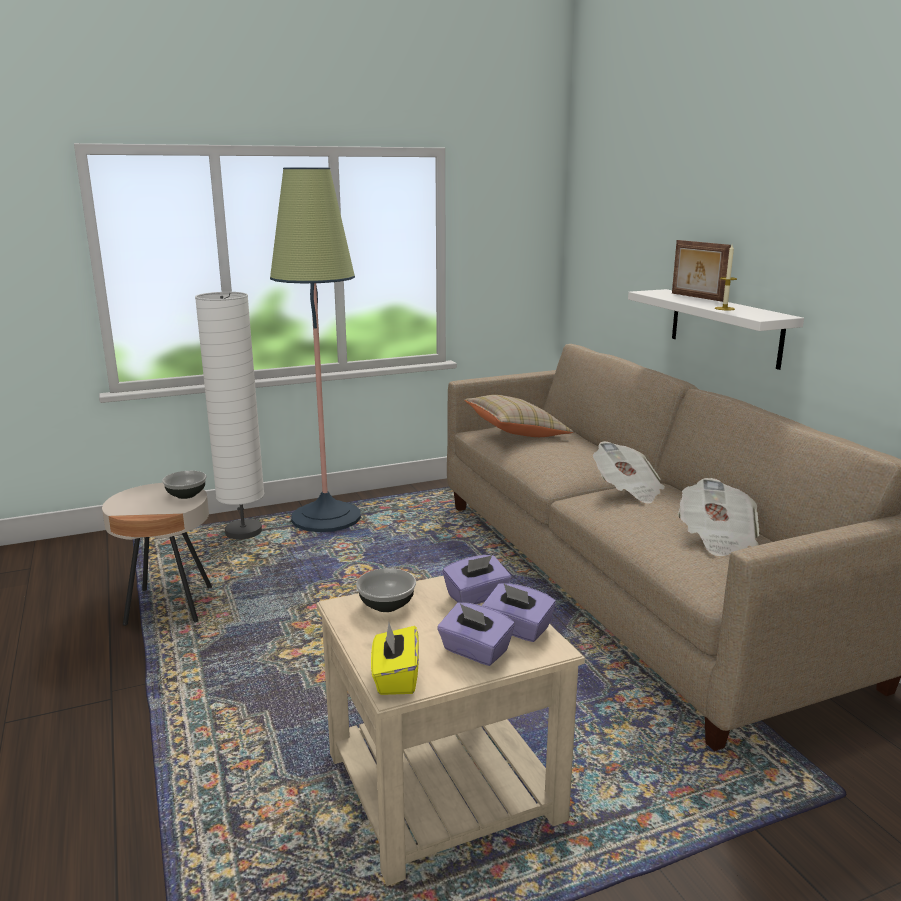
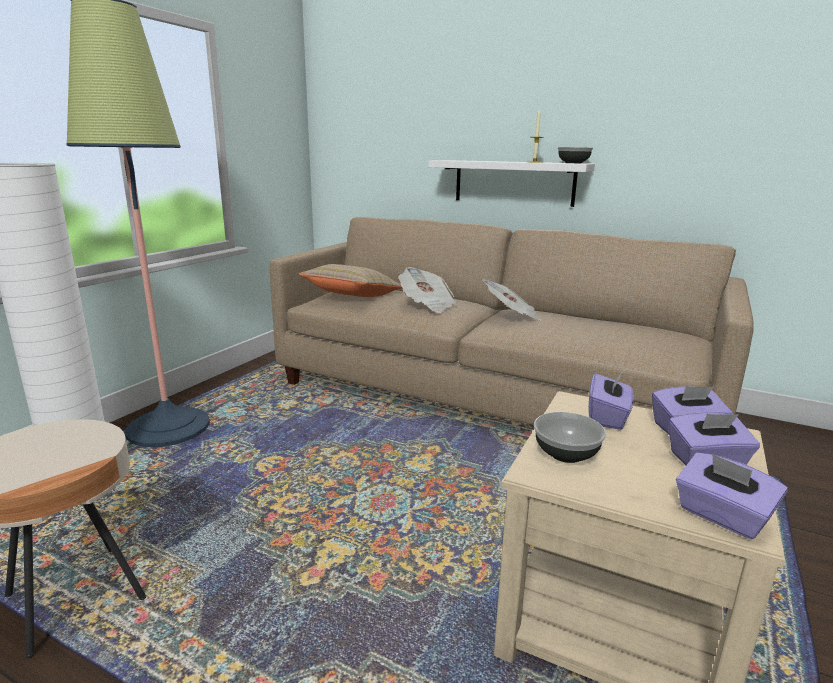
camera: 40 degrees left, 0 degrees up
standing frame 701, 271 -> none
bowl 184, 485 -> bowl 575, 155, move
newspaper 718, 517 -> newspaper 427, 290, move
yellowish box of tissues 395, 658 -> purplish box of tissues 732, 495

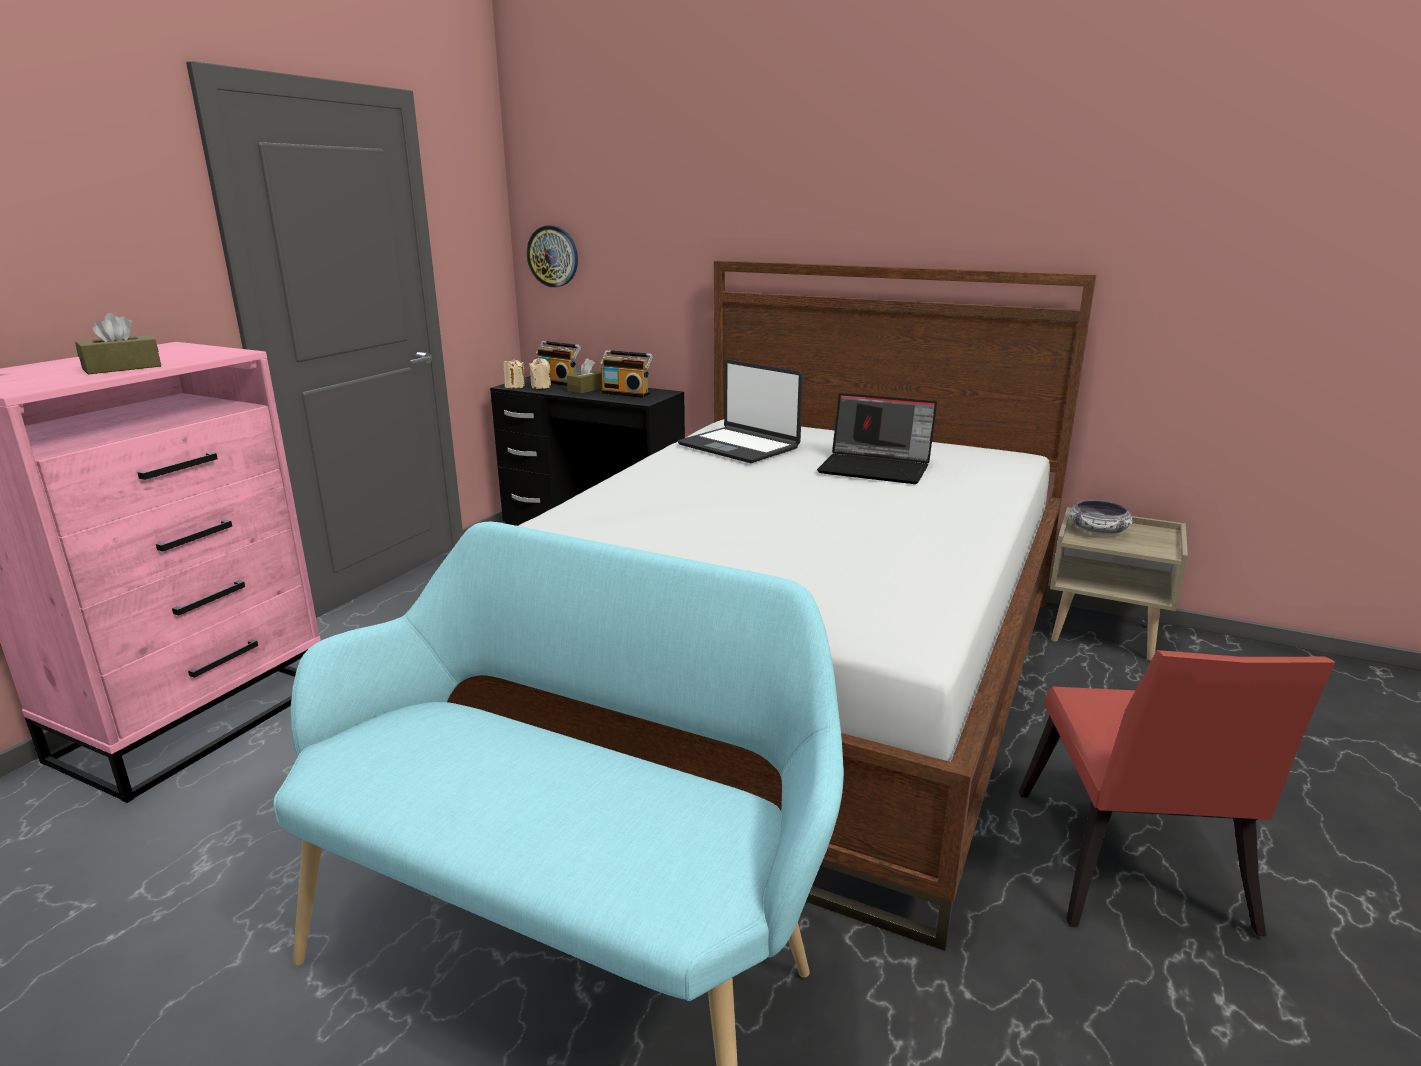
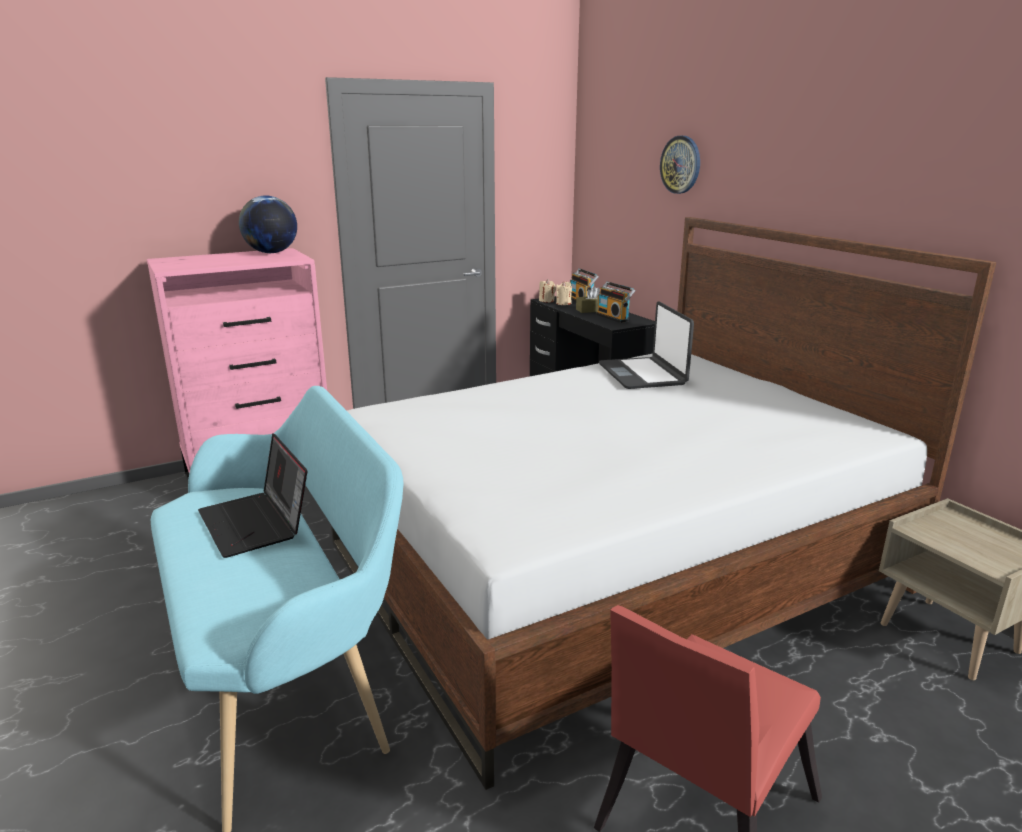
camera: 35 degrees right, 0 degrees up
wall clock 552, 256 -> wall clock 680, 165, move
brown box of tissues 118, 343 -> none
notebook computer 877, 438 -> notebook computer 252, 495, move
bowl 1100, 517 -> none
none -> globe 268, 224

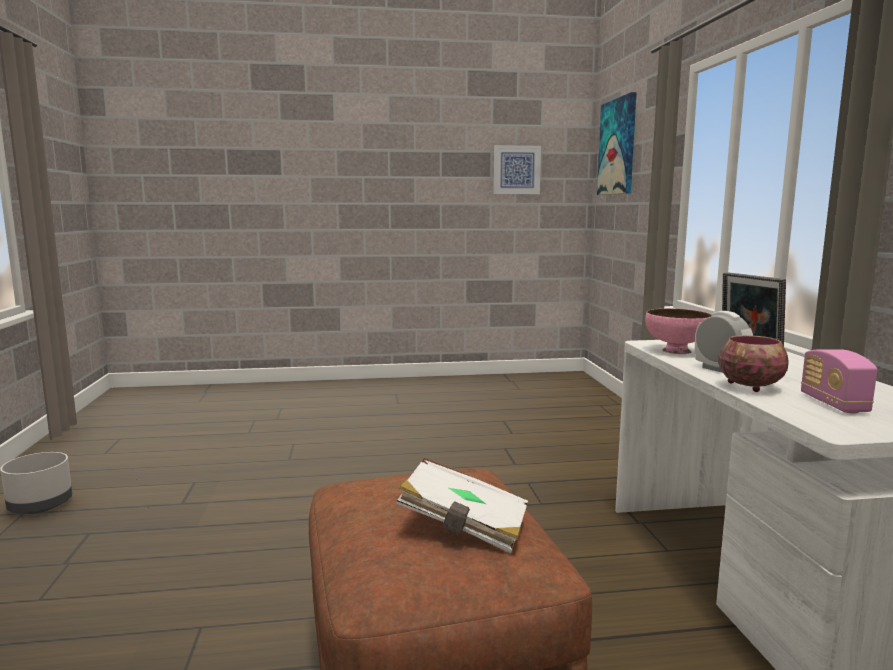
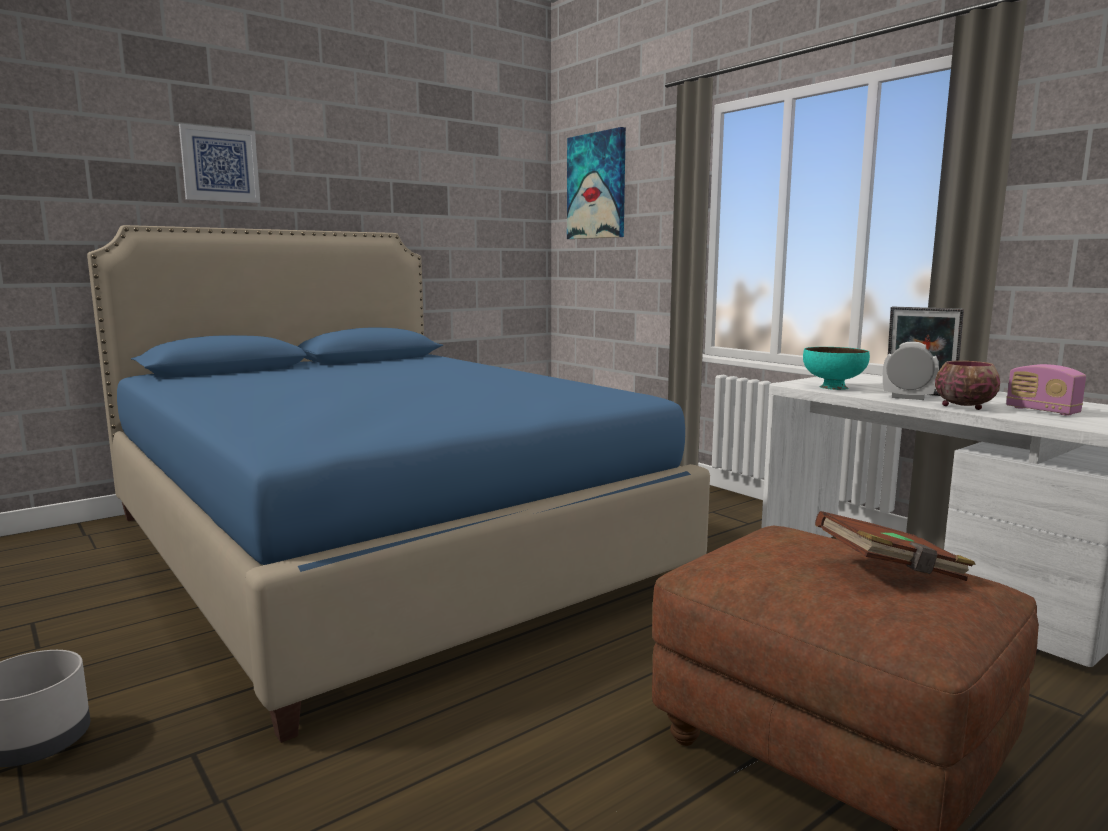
camera: 30 degrees left, 0 degrees up
picture 517, 169 -> picture 219, 163, move
pink-coloured bowl 678, 331 -> turquoise bowl 836, 368
white-coloured bound book 462, 505 -> brown bound book 895, 546
none -> blue-coloured sleeping bed 398, 484

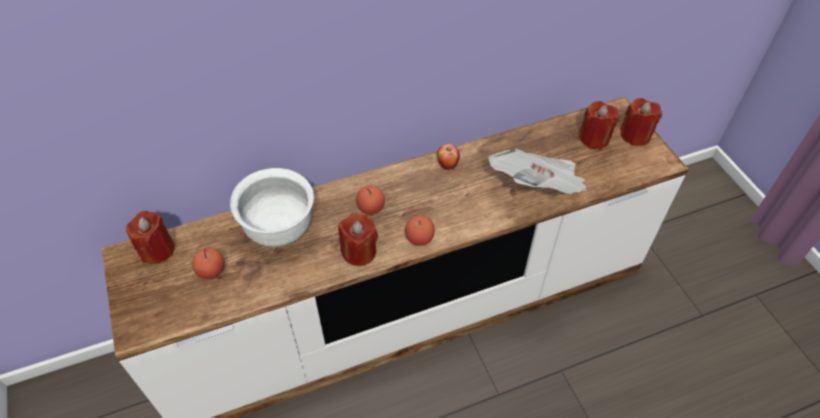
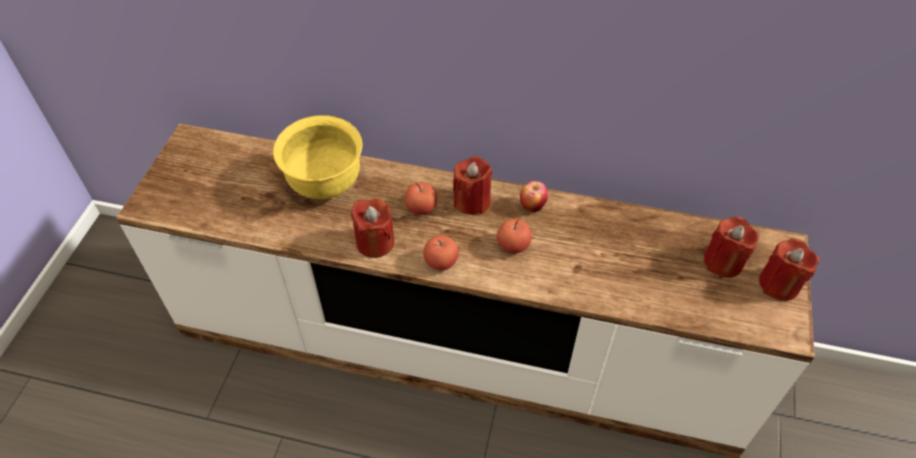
camera: 35 degrees right, 0 degrees up
newspaper 538, 171 -> none
white-coloured bowl 272, 207 -> yellowish bowl 317, 157
red candle 150, 237 -> red candle 472, 185, move
whole apple 208, 263 -> whole apple 514, 236, move

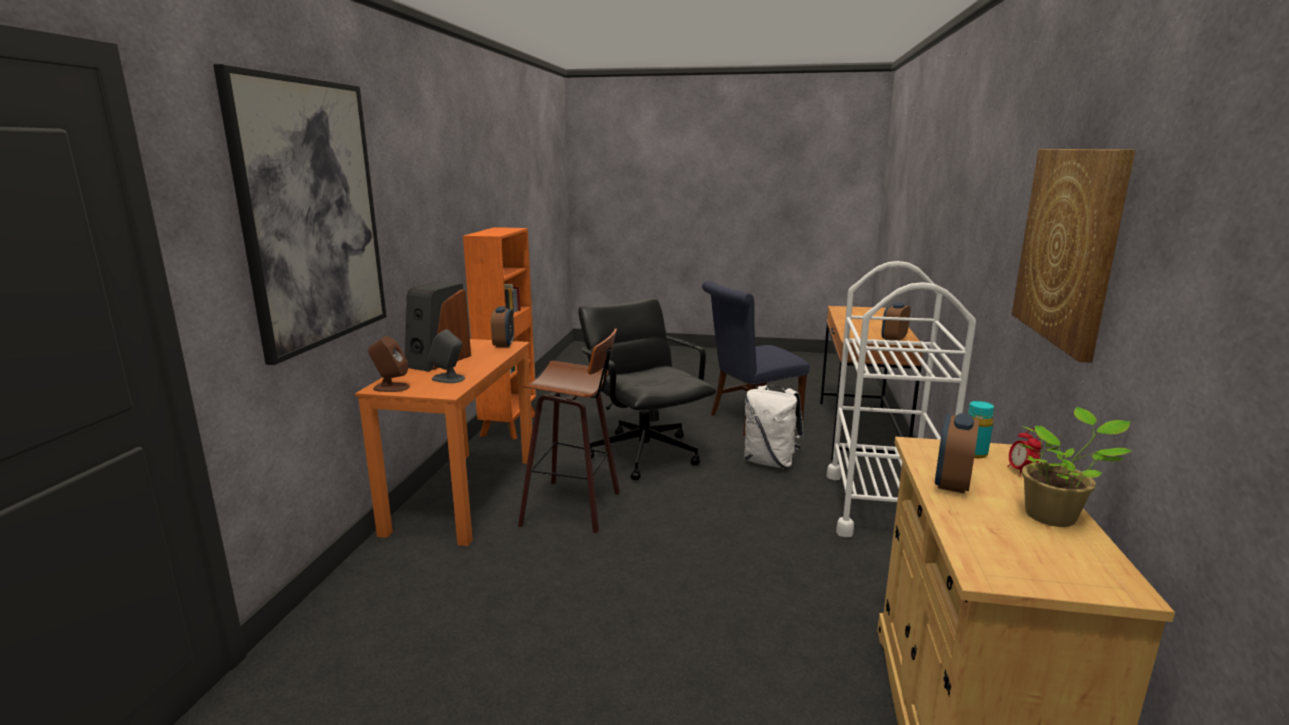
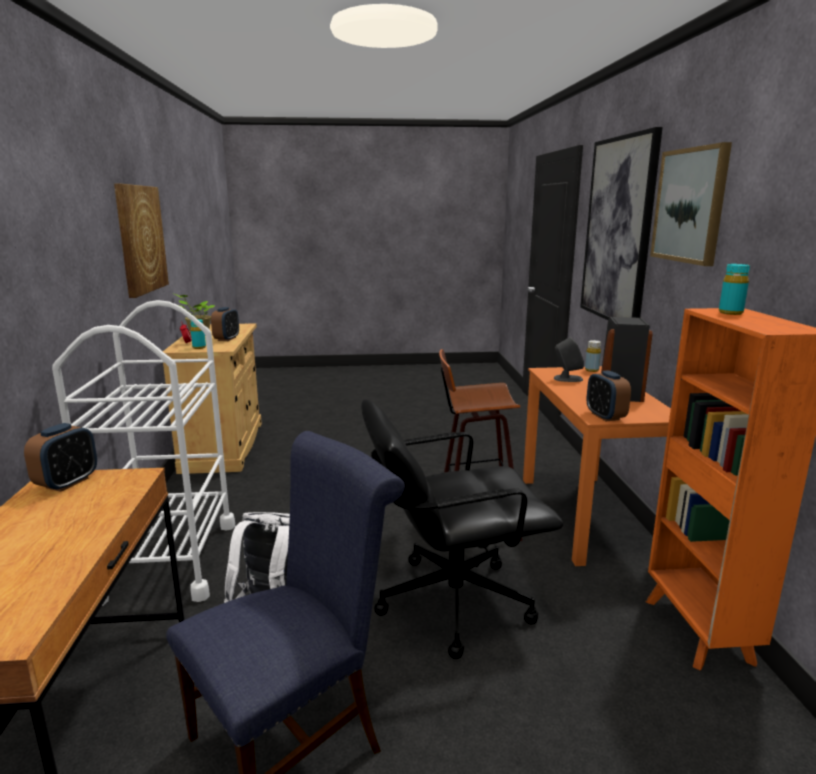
camera: 165 degrees right, 0 degrees up
black-coloured computer chair 647, 389 -> black-coloured computer chair 462, 529, 120 degrees clockwise
brown speaker 389, 364 -> yellowish beverage bottle 593, 356
none -> picture 691, 204
none -> turquoise beverage bottle 734, 289

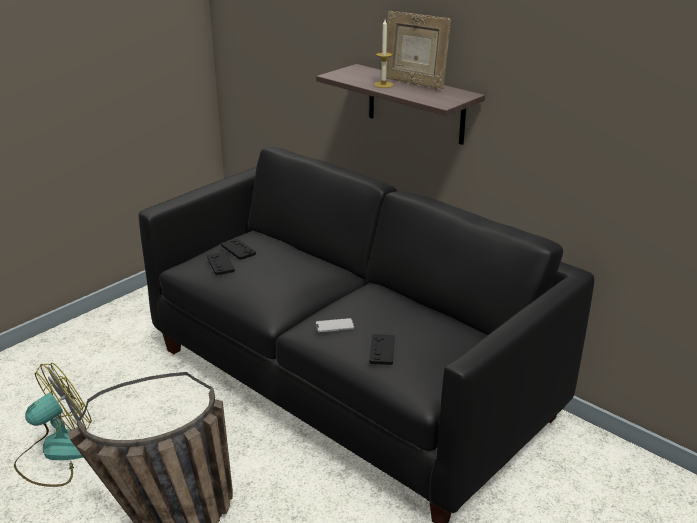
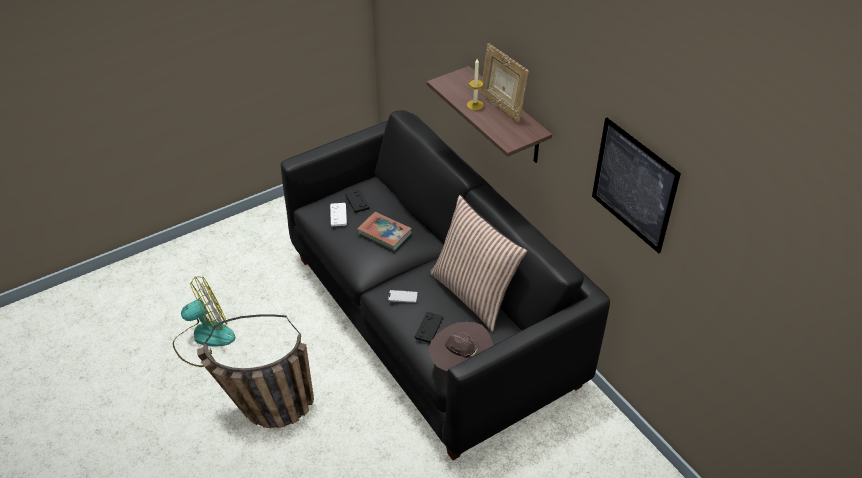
camera: 15 degrees right, 15 degrees up
black-coloured joypad 221, 263 -> white-coloured joypad 338, 214
none -> picture 636, 185
none -> cushion 479, 263
none -> bound book 384, 231
none -> brown clothing hat 460, 346

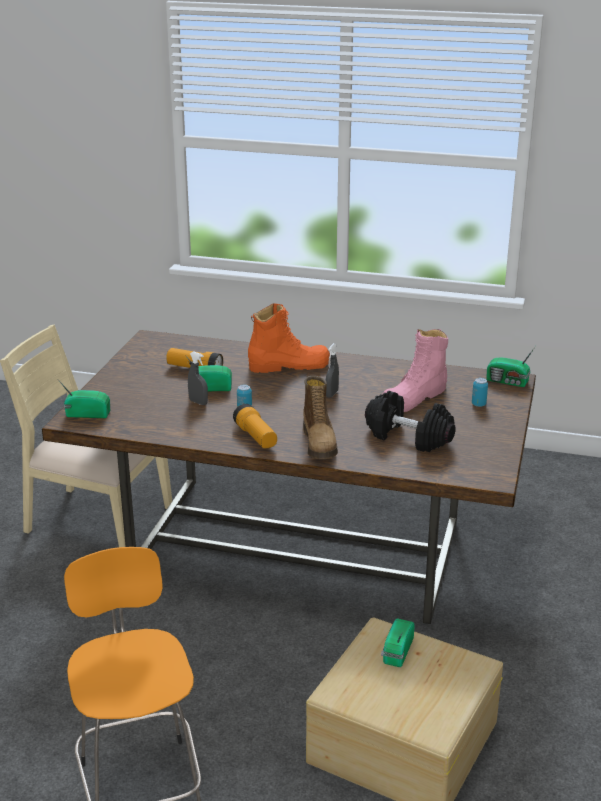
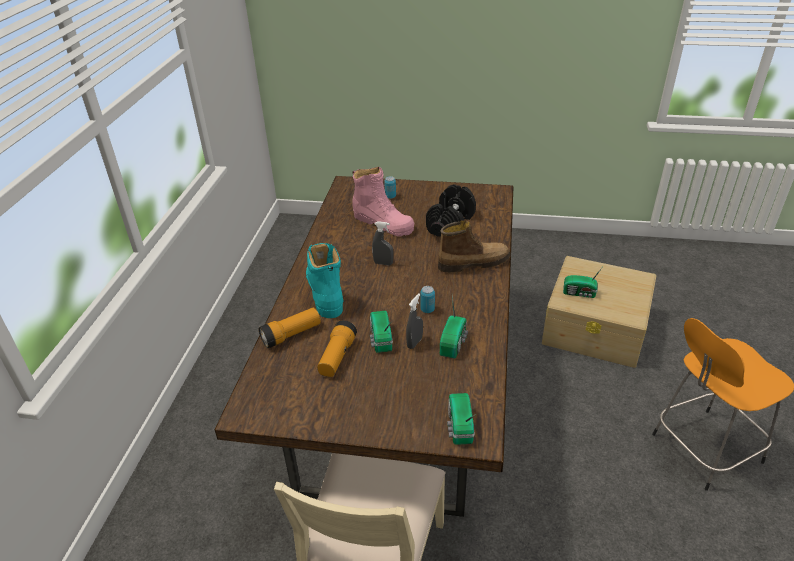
camera: 95 degrees left, 10 degrees up
orangey high-top boot 289, 338 -> turquoise high-top boot 325, 280
radio receiver 511, 366 -> radio receiver 454, 327, move
torch 255, 426 -> torch 290, 327, move

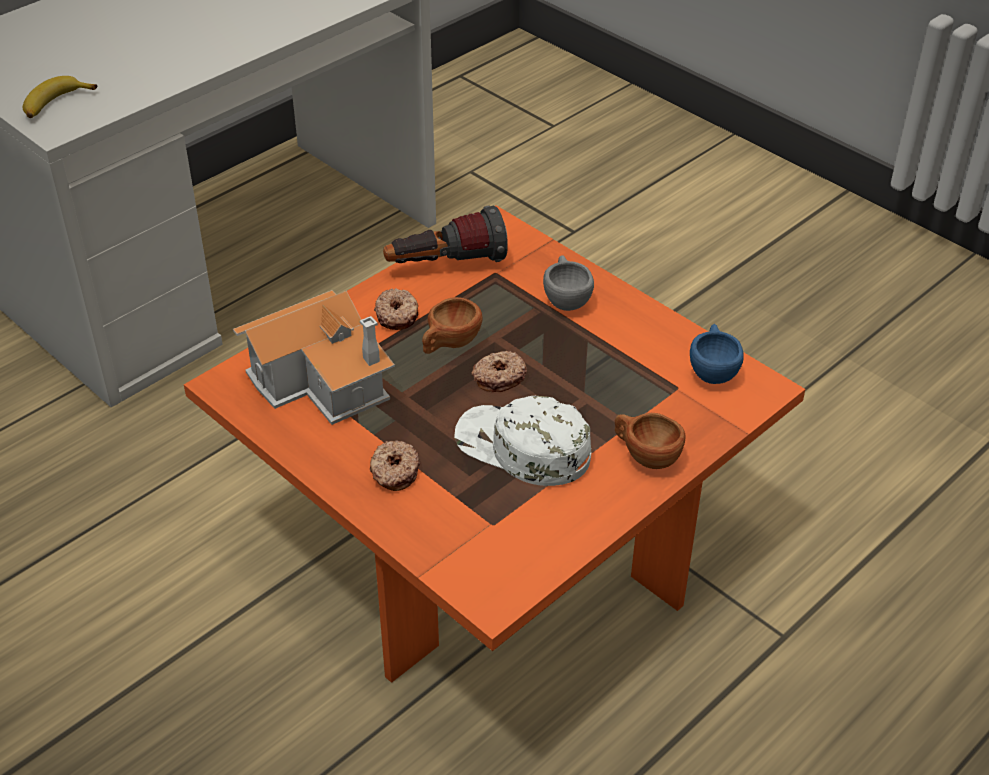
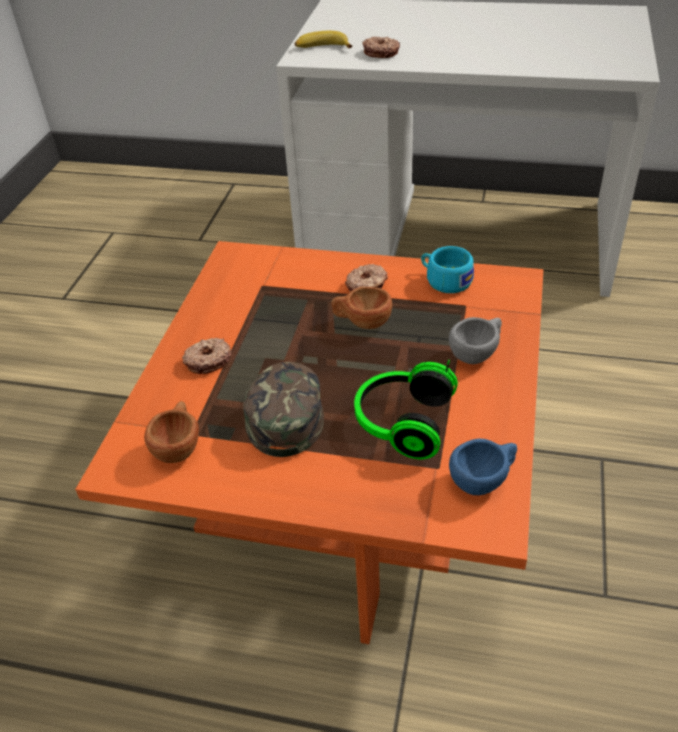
camera: 60 degrees right, 0 degrees up
torch 445, 234 -> turquoise small cup 447, 269
miniature house 314, 357 -> none
ring doughnut 499, 371 -> ring doughnut 381, 47, move
white-coloured cap 522, 441 -> green cap 283, 409
brown small cup 650, 441 -> brown small cup 171, 432, move
none -> headphones 406, 409

